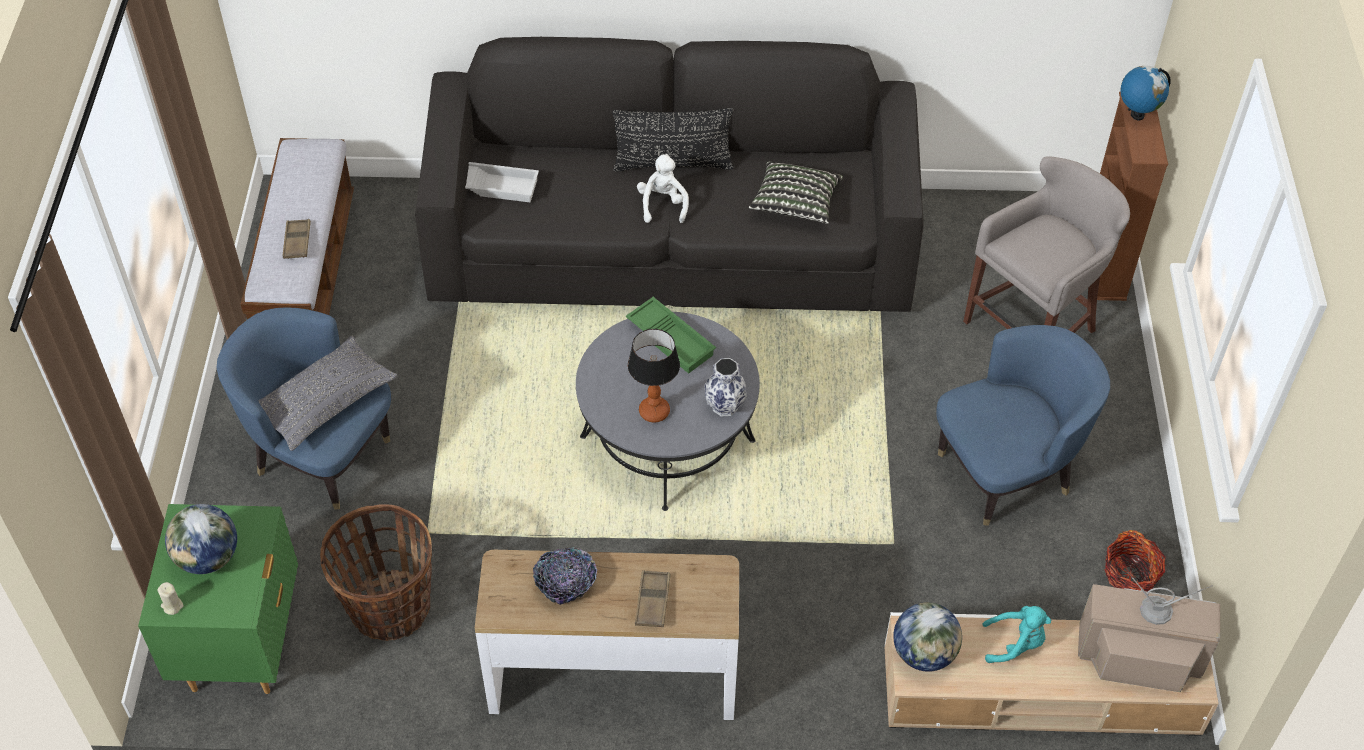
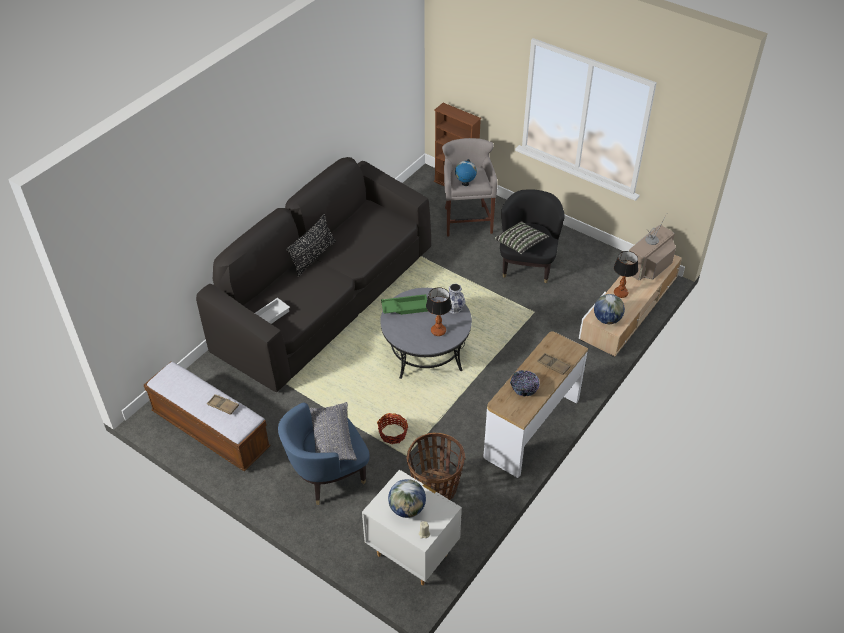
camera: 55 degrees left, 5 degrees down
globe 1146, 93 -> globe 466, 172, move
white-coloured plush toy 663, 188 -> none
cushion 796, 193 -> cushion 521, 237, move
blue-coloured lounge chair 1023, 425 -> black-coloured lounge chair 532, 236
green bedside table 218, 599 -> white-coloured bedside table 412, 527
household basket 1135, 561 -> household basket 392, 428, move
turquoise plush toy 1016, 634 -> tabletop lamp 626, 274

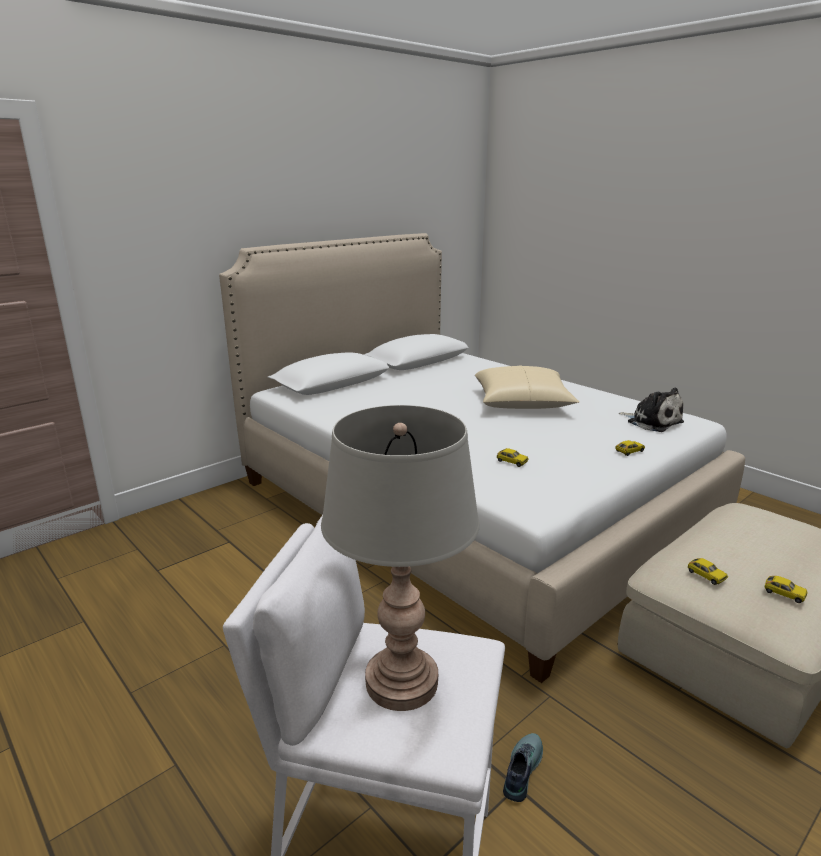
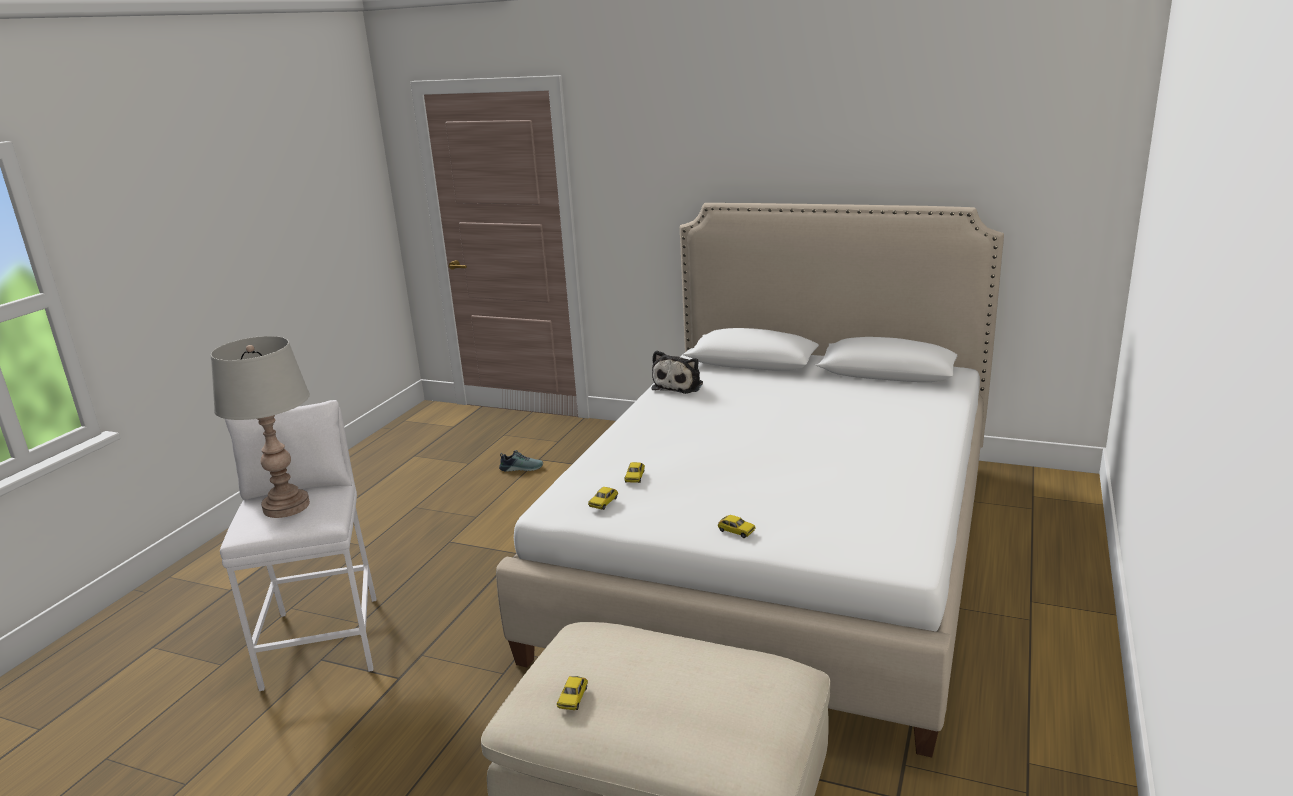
camera: 65 degrees right, 0 degrees up
sand-coloured cushion 527, 387 -> none
plush toy 651, 410 -> plush toy 677, 372, move
miniature car 708, 571 -> miniature car 603, 498, move
item of footwear 523, 767 -> item of footwear 521, 461, move

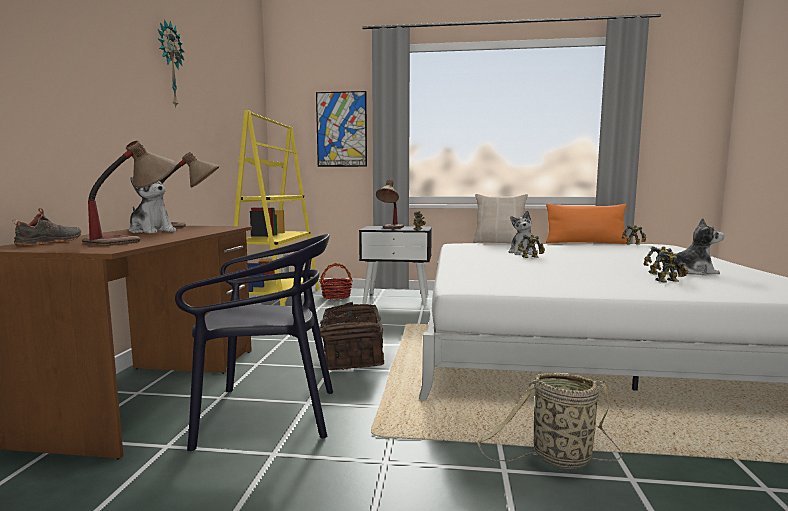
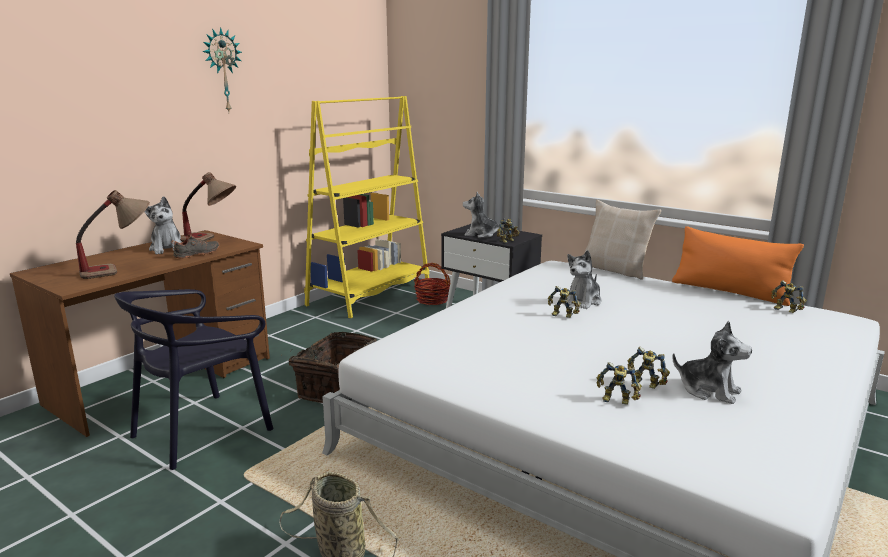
camera: 30 degrees right, 10 degrees up
picture 341, 129 -> none
tabletop lamp 390, 204 -> plush toy 483, 215
black-coloured item of footwear 47, 226 -> black-coloured item of footwear 195, 245, move
black-coloured chair 254, 342 -> black-coloured chair 193, 379, 105 degrees clockwise

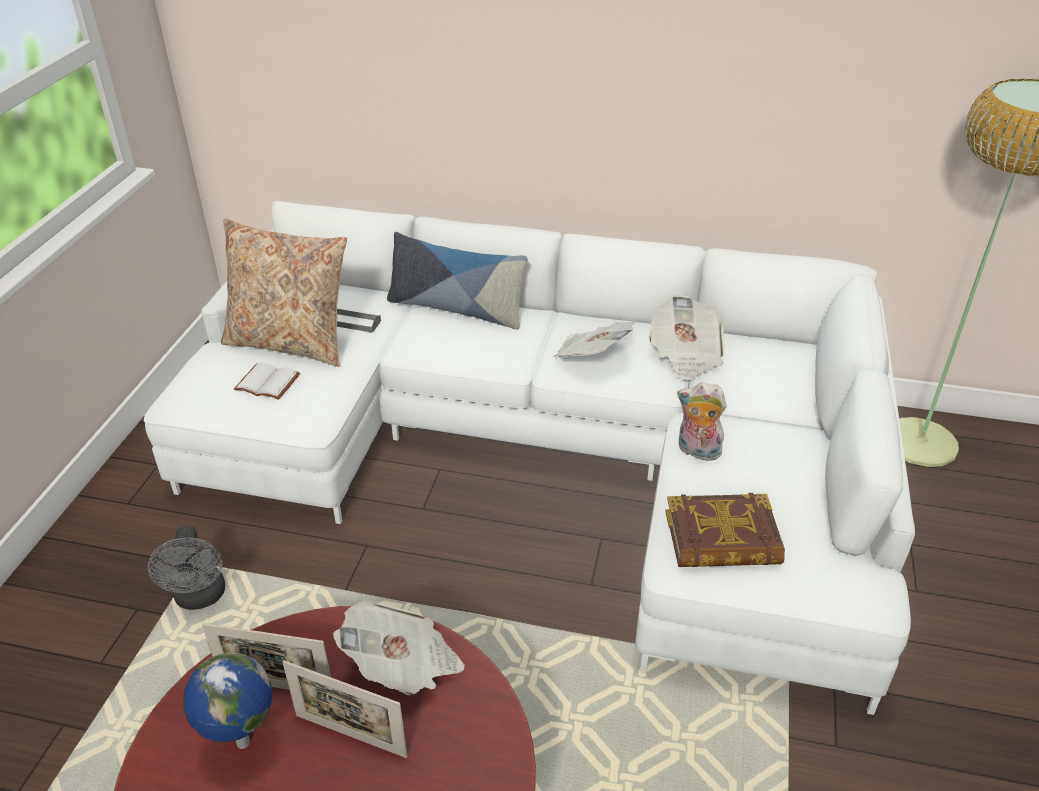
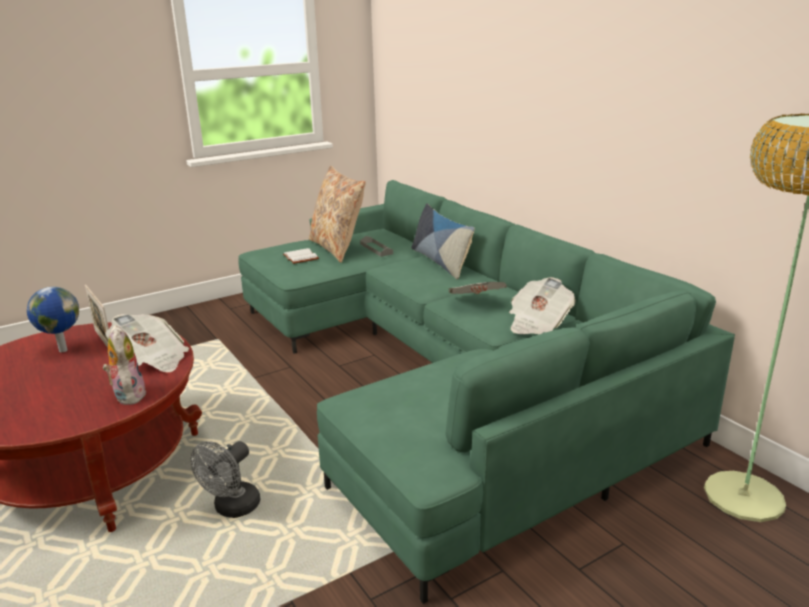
camera: 45 degrees right, 15 degrees down
white-coloured sofa 529, 458 -> green sofa 486, 392
plush toy 702, 421 -> plush toy 124, 365, move
bound book 725, 530 -> none
gray fan 186, 568 -> gray fan 225, 479, move
standing frame 345, 709 -> none

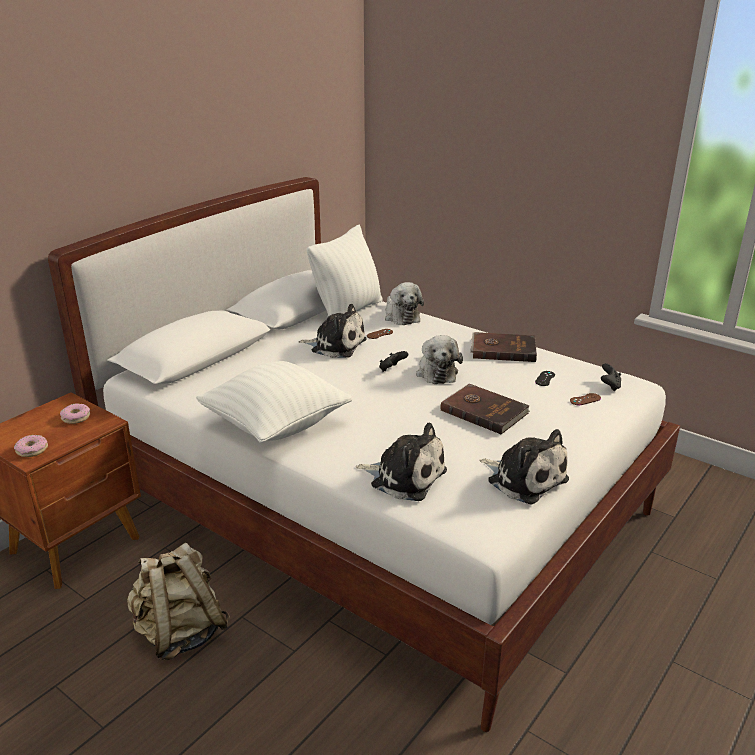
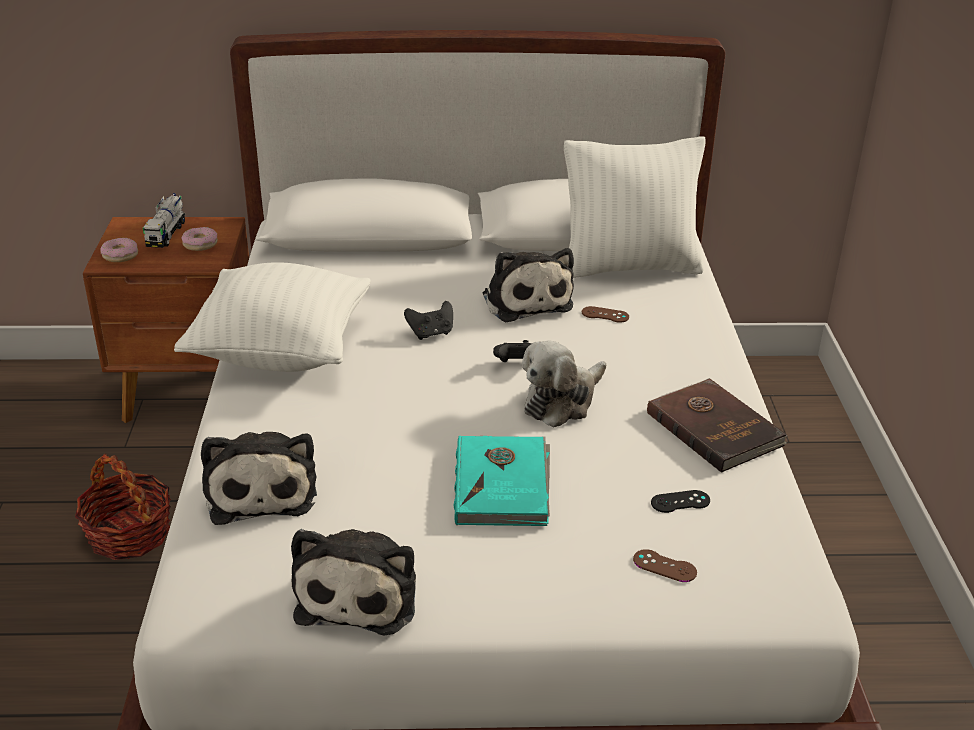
camera: 50 degrees right, 5 degrees up
plush toy 404, 303 -> none
black-coloured joypad 611, 377 -> black-coloured joypad 428, 320, move
brown bound book 485, 409 -> turquoise bound book 502, 481
sand-coloured backpack 178, 601 -> household basket 123, 507
none -> toy truck 164, 220

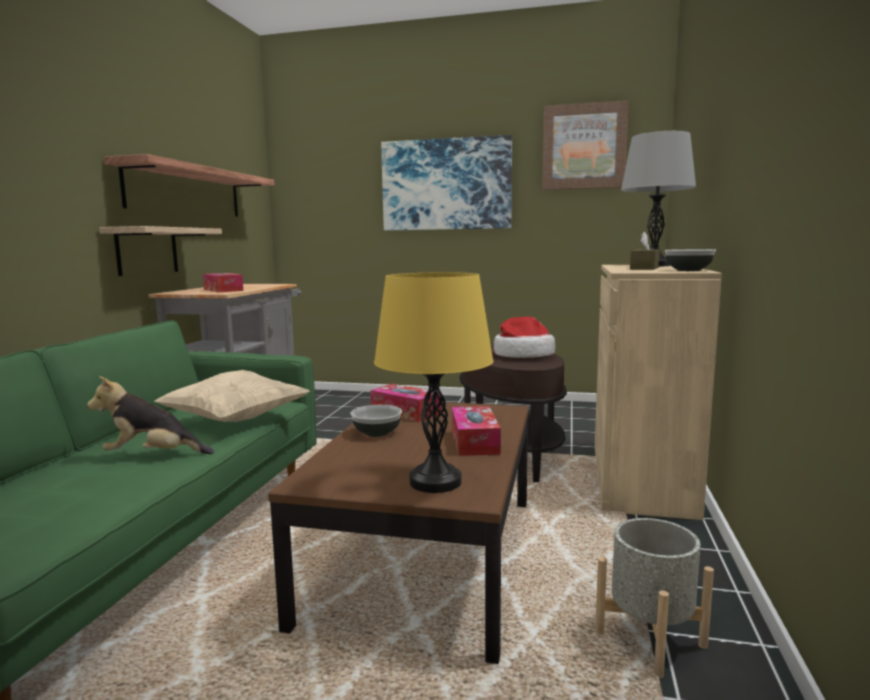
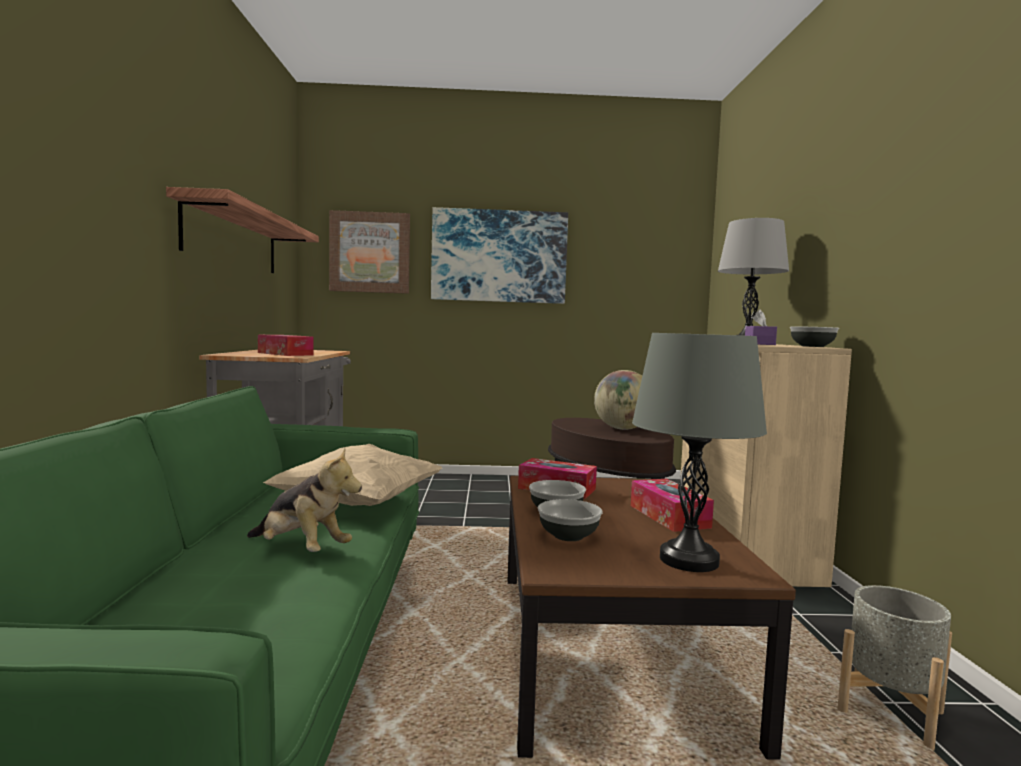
camera: 15 degrees left, 5 degrees down
picture 585, 145 -> picture 369, 252, move
bracket shelf 160, 251 -> none
brown box of tissues 645, 251 -> purplish box of tissues 761, 327
yellowish tabletop lamp 434, 382 -> gray tabletop lamp 699, 452
clothing hat 524, 337 -> globe 618, 400
plush toy 150, 415 -> plush toy 304, 500, 135 degrees counterclockwise
none -> bowl 570, 520

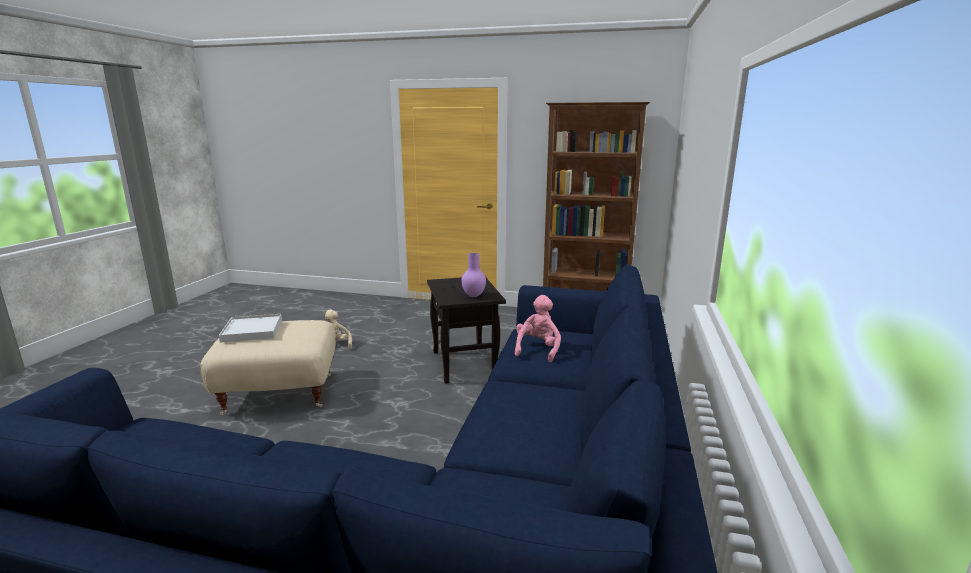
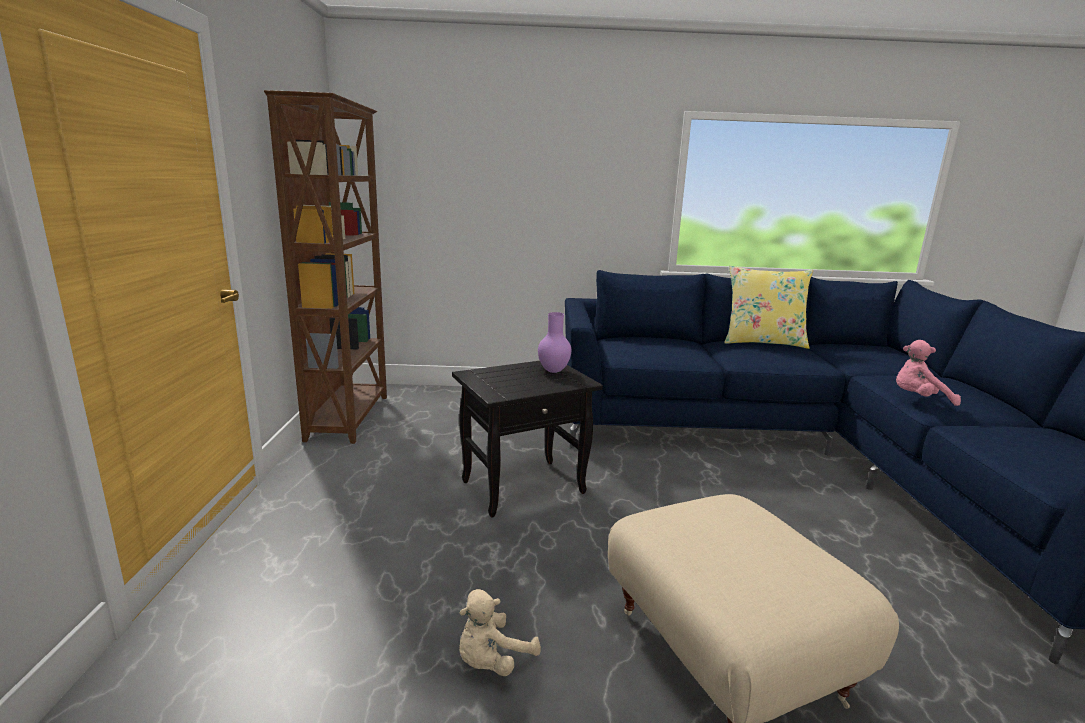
camera: 105 degrees left, 0 degrees up
pink-coloured plush toy 538, 328 -> pink-coloured plush toy 928, 373, move
white-coloured serving tray 250, 328 -> none
none -> yellowish cushion 768, 307

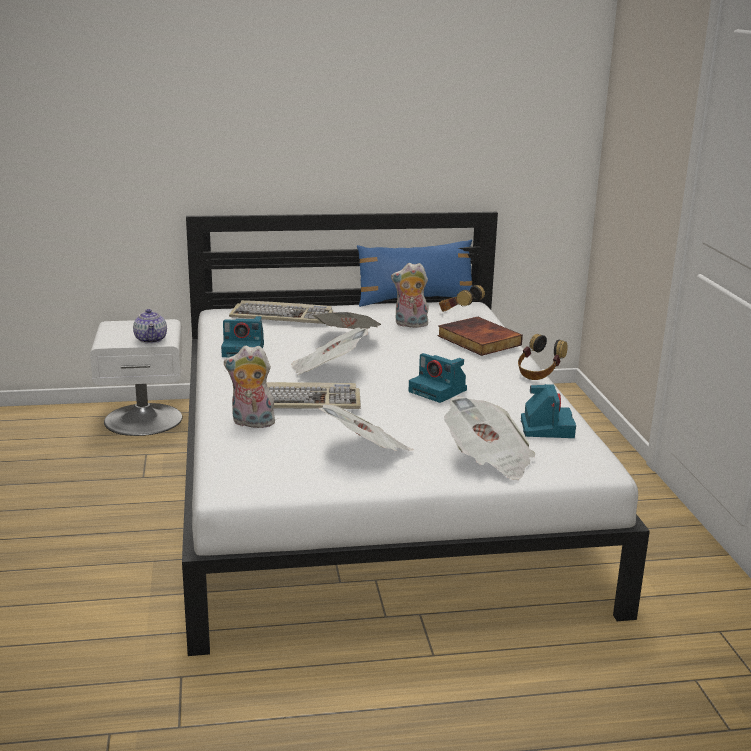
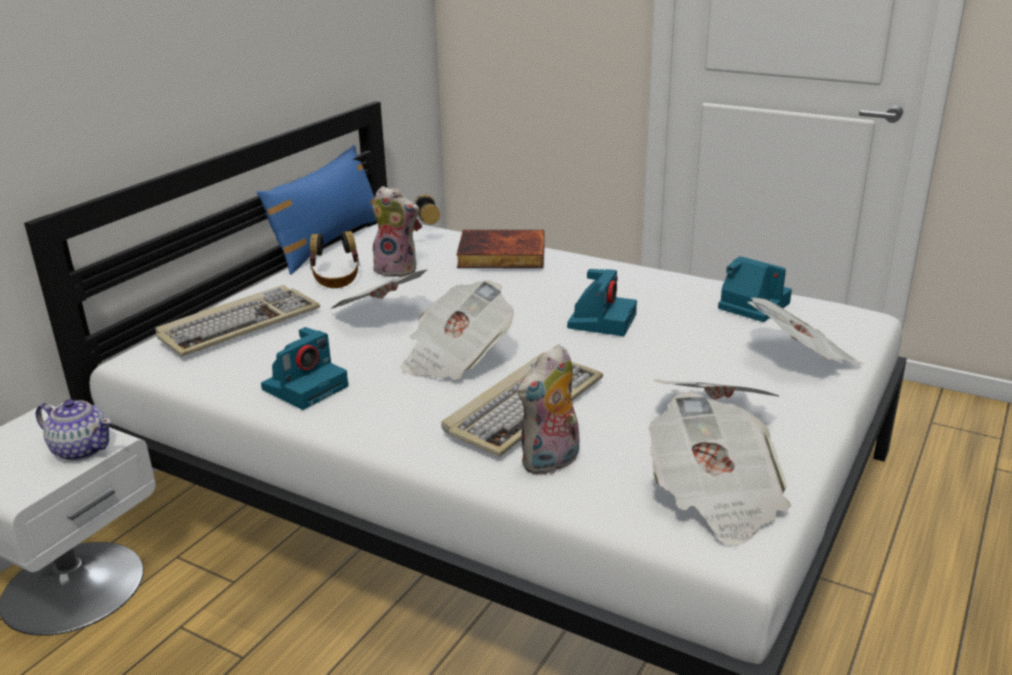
camera: 50 degrees left, 5 degrees up
plush toy 410, 295 -> plush toy 396, 231, 120 degrees counterclockwise
headphones 543, 357 -> headphones 334, 259, move
photo camera 438, 378 -> photo camera 602, 302, 60 degrees counterclockwise
none -> newspaper 719, 469

